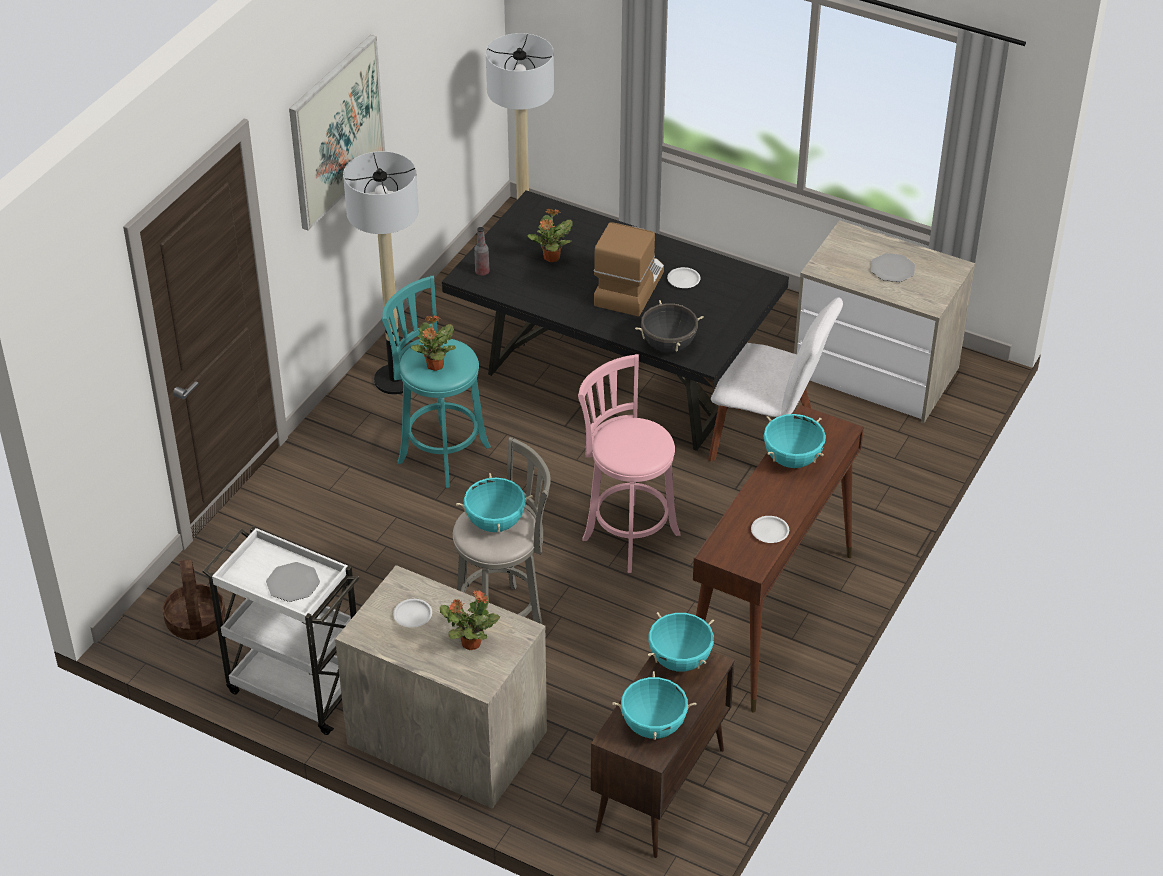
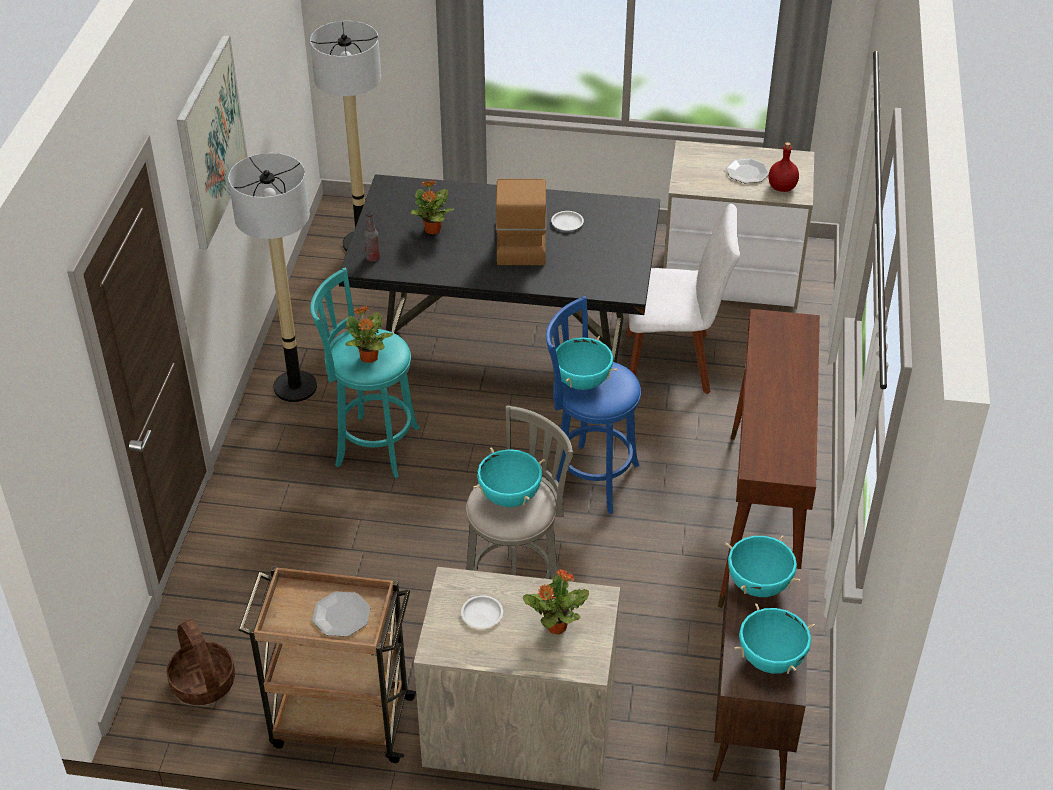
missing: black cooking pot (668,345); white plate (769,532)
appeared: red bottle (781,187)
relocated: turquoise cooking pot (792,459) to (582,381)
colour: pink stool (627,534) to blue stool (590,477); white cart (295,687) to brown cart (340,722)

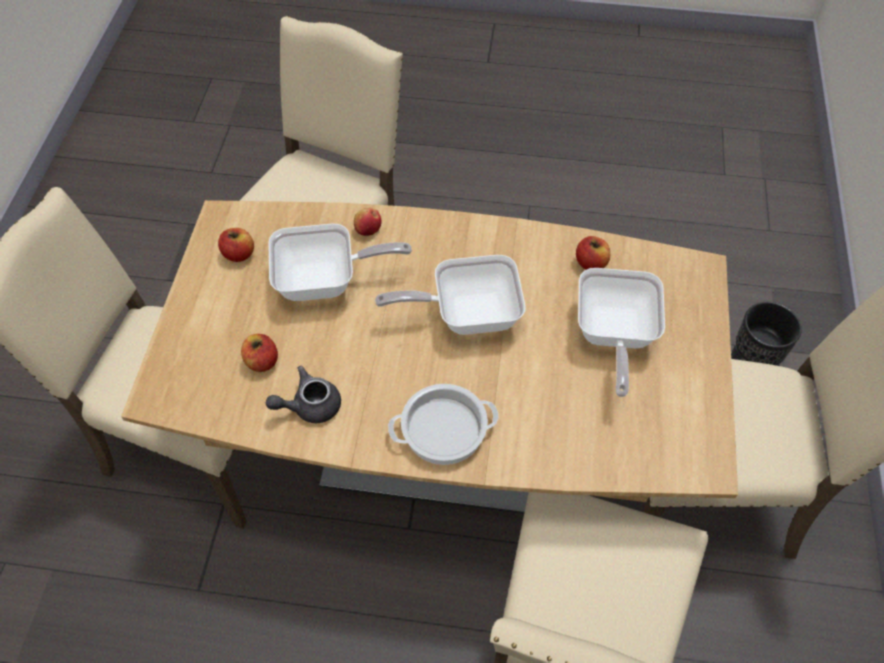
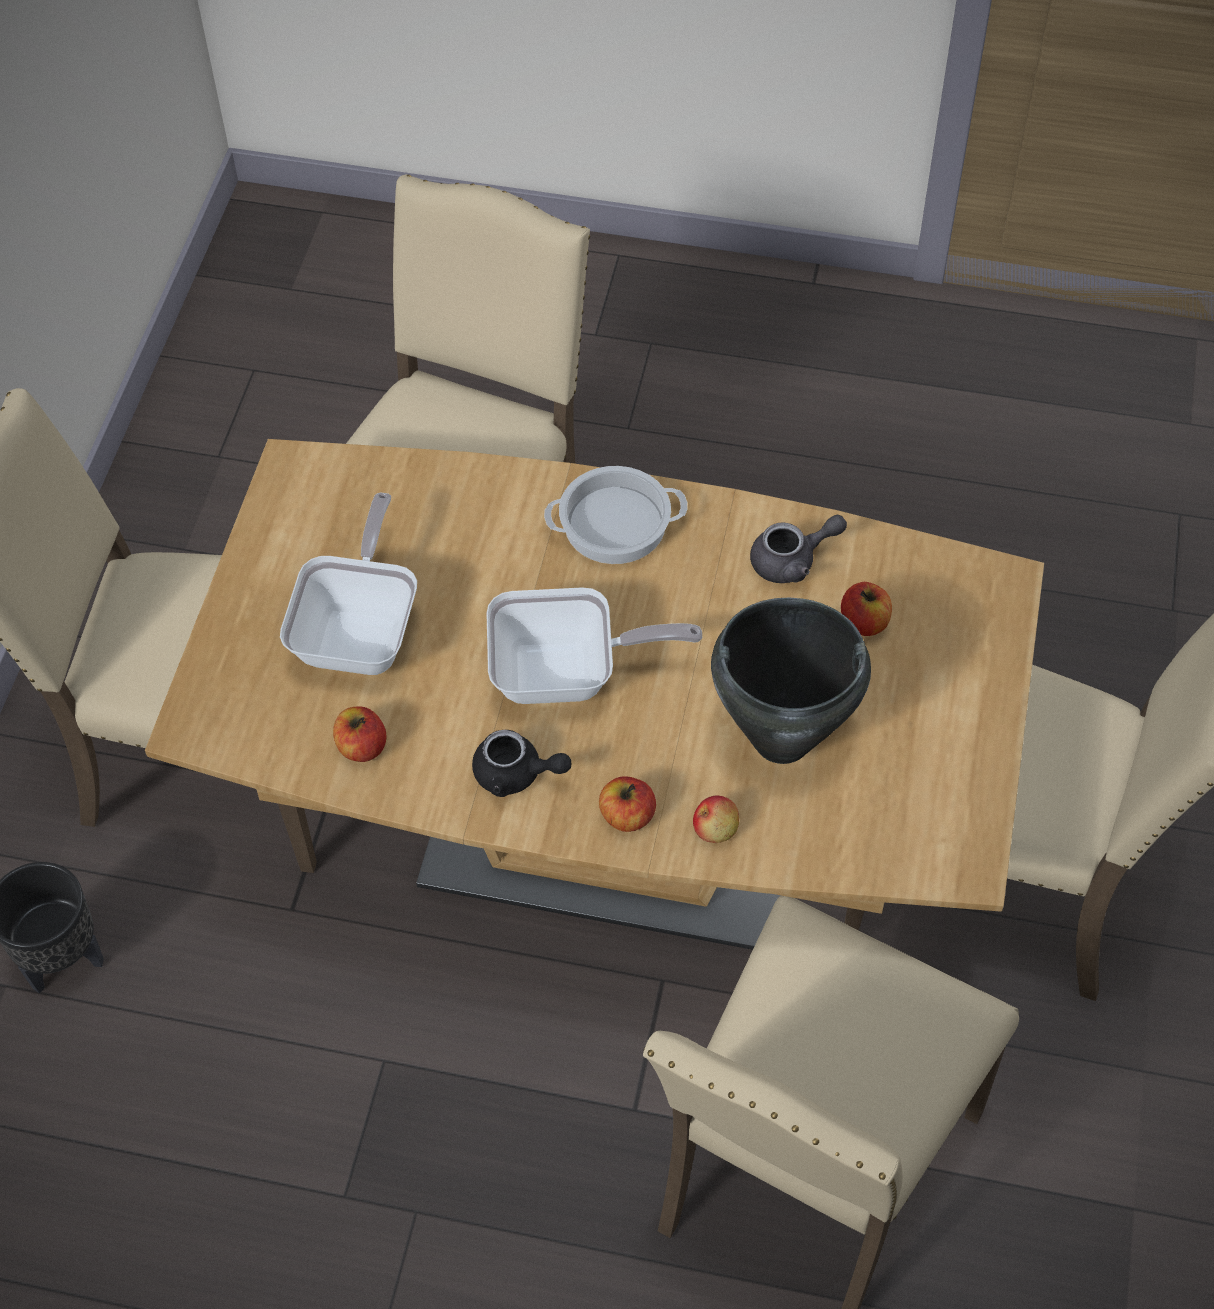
appeared: black teapot (516,775)
relocated: apple (239,254) to (627,816)
exchanged: frying pan (326,282) to black cooking pot (780,738)

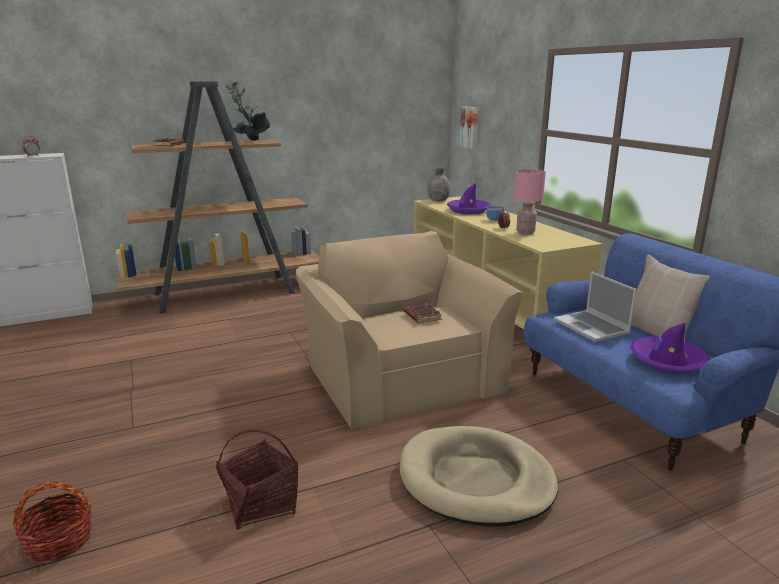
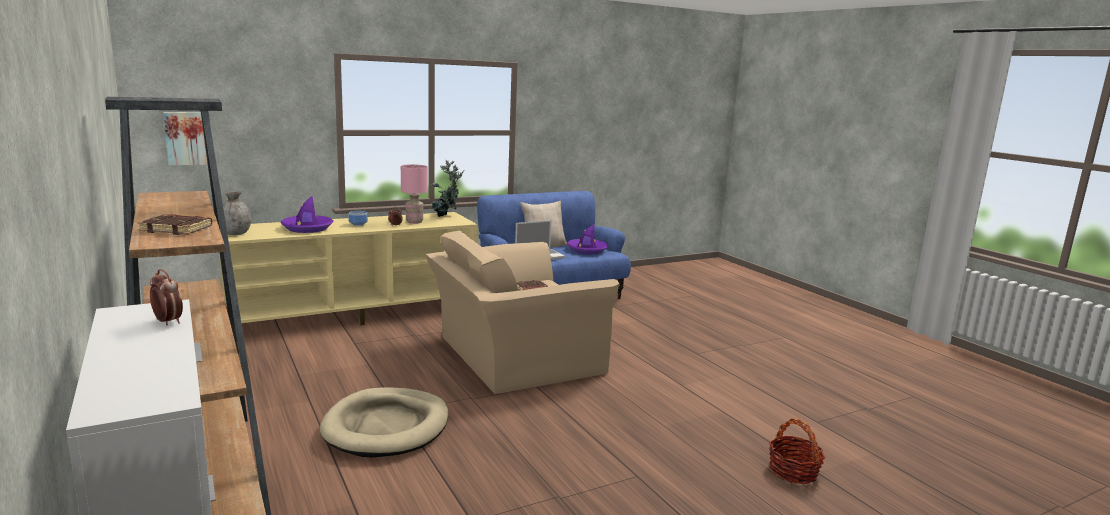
missing: basket (261,504)
relocated: potted plant (250,141) to (446,217); beige dog bed (475,480) to (387,427)

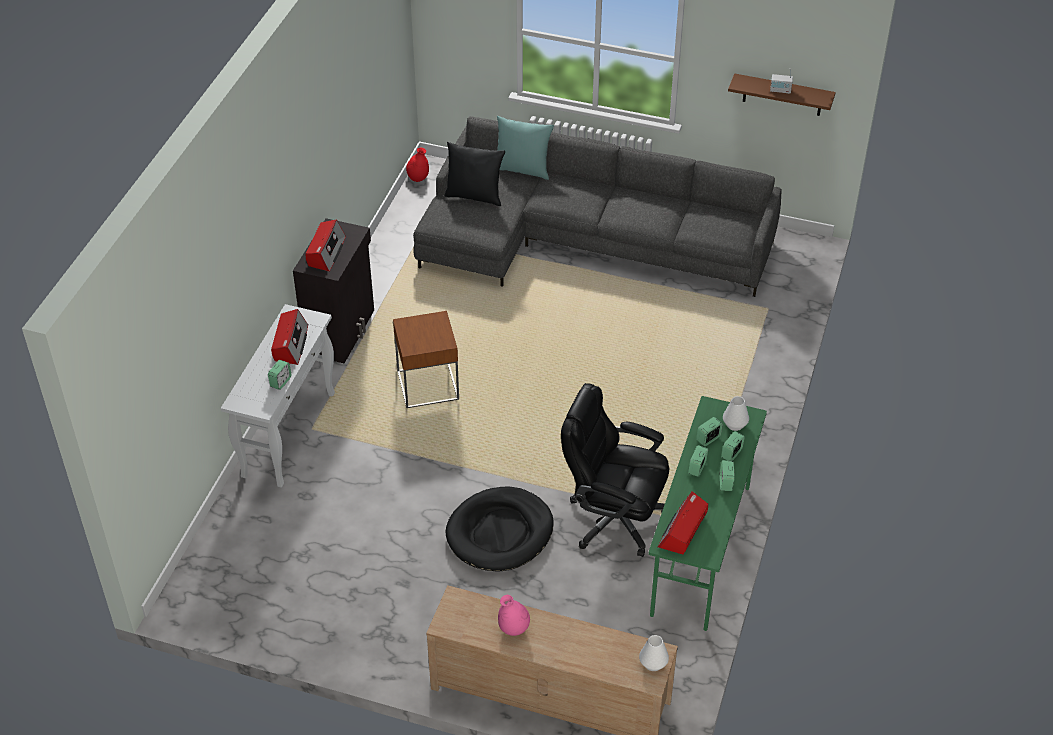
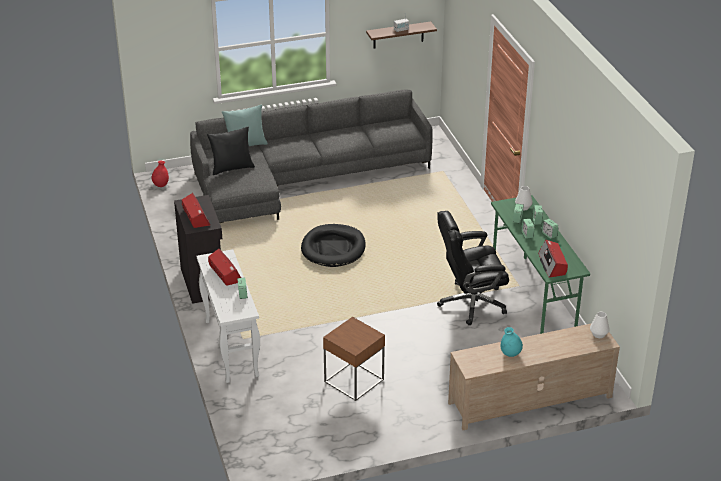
relocated: brown side table (428,385) to (354,380); black dog bed (500,532) to (333,248)
colour: pink vase (513,629) to turquoise vase (510,354)

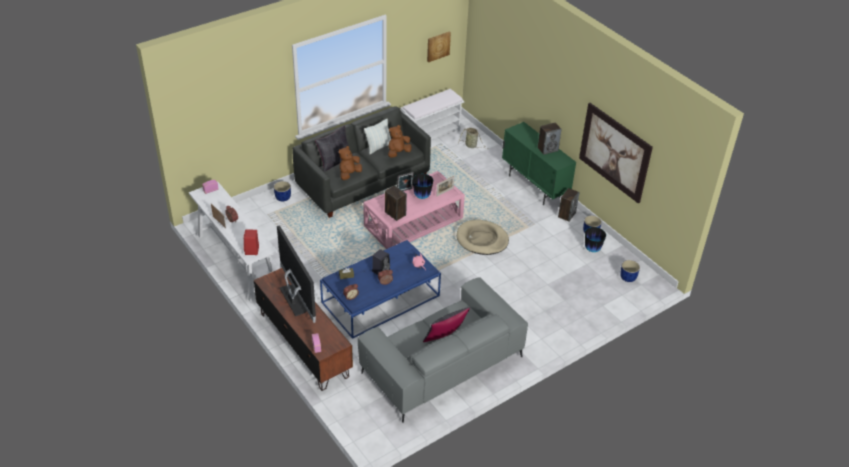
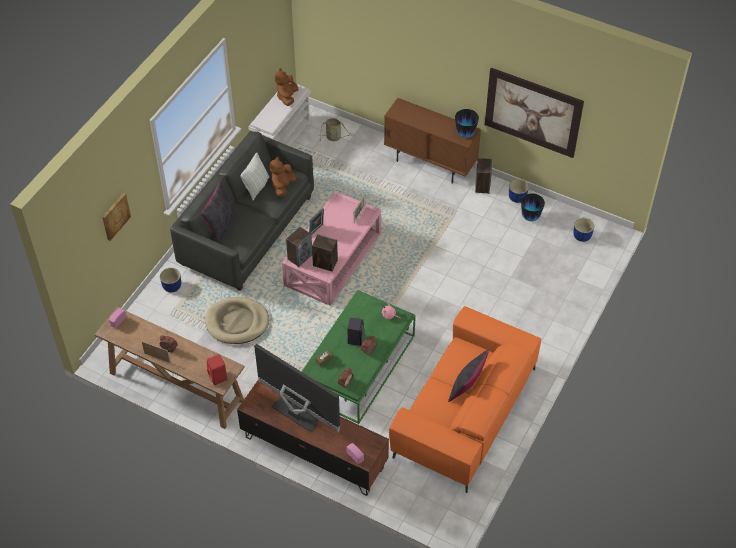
relocated: picture (438,46) to (115,216); speaker (547,149) to (300,257); brown plush toy (349,174) to (287,97); vase (422,196) to (465,134); beige dog bed (482,239) to (237,322)
colour: green cabinet (534,186) to brown cabinet (430,164); white console table (236,261) to brown console table (176,387); blue coffee table (380,299) to green coffee table (358,366); grey sofa (441,364) to orange sofa (464,412)

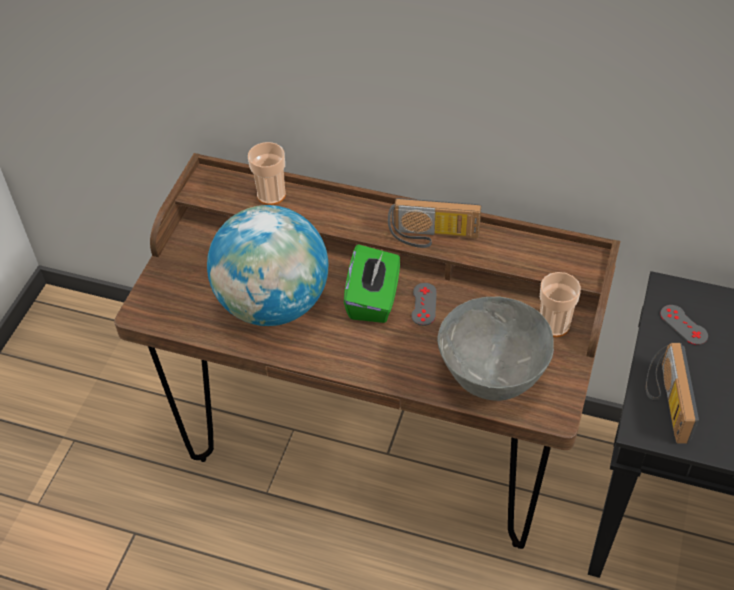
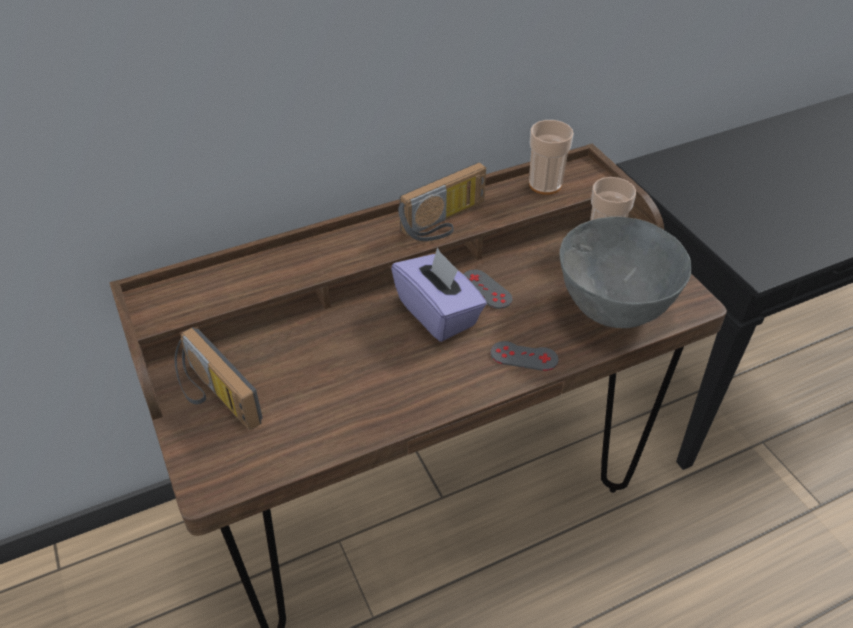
missing: globe (273,304)
relocated: cup (271,195) to (545,184); grey game controller (683,325) to (524,356); radio (665,401) to (213,397)
colour: green tissue box (373,299) to purple tissue box (438,313)

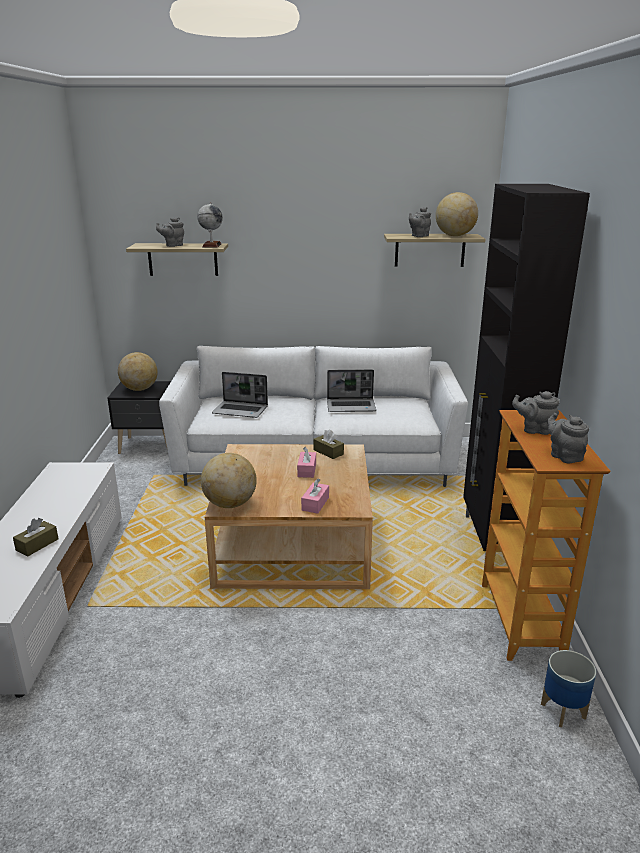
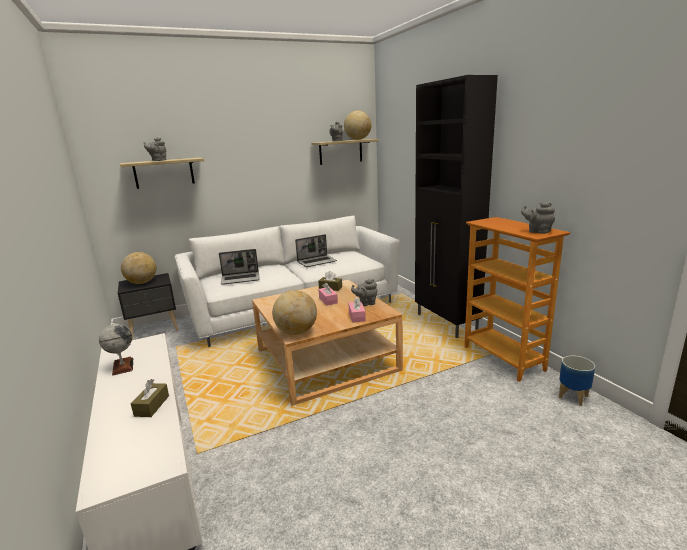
relocated: globe (211,245) to (123,366); grey teapot (534,430) to (366,303)

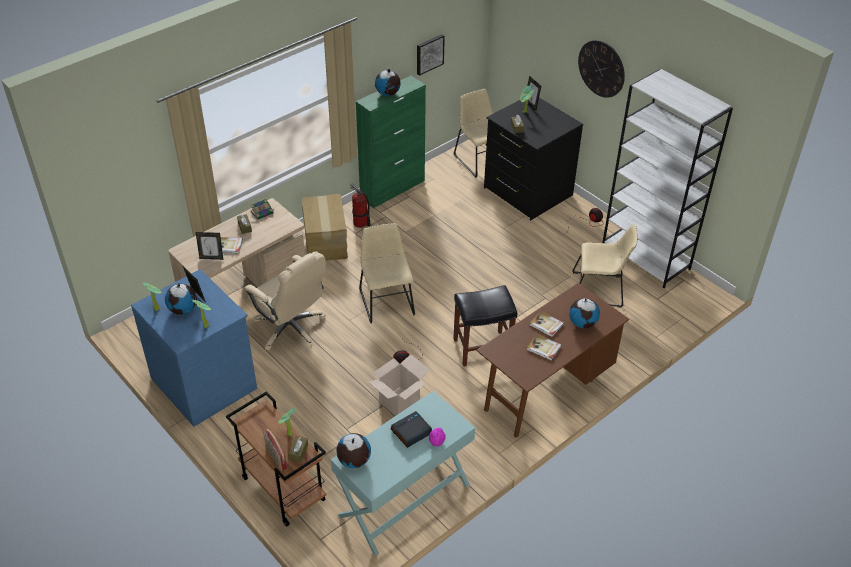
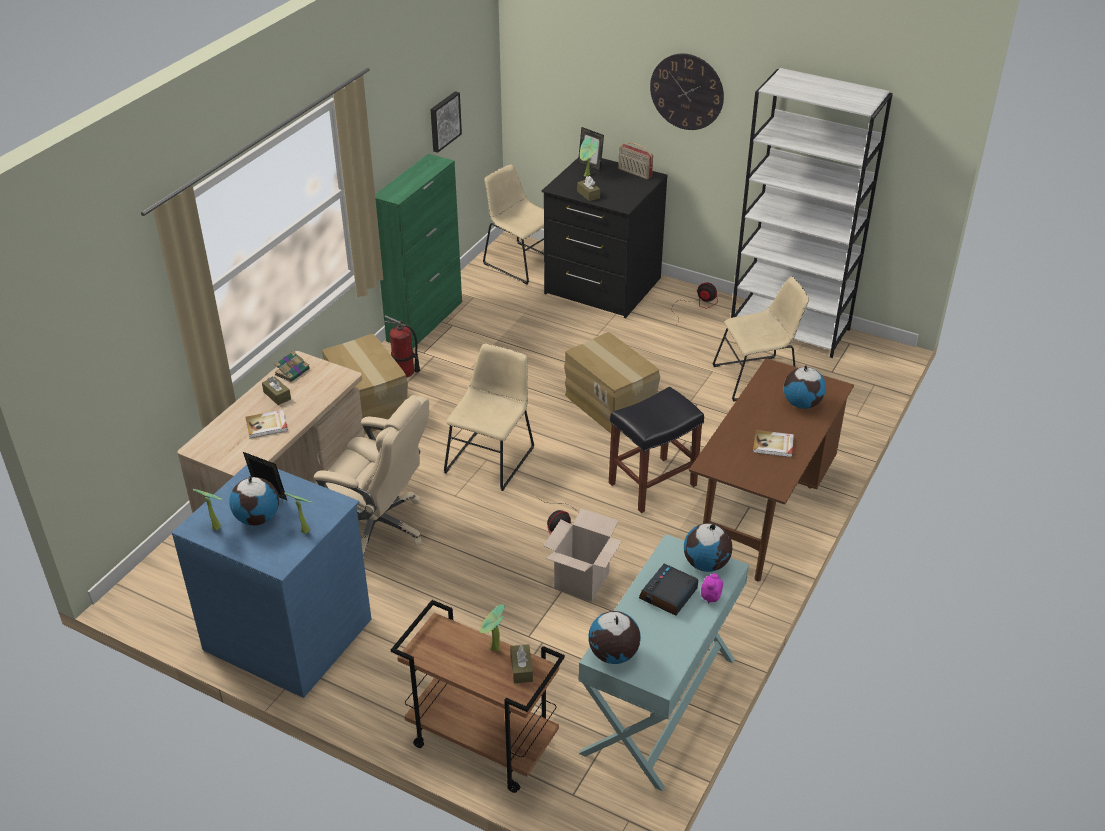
missing: picture frame (211,258); book (546,325)
appeared: cardboard box (611,404)
relocated: globe (388,94) to (706,564); radio (275,457) to (634,173)
spun: beige chair (386,300) = (491,457) 60 degrees clockwise

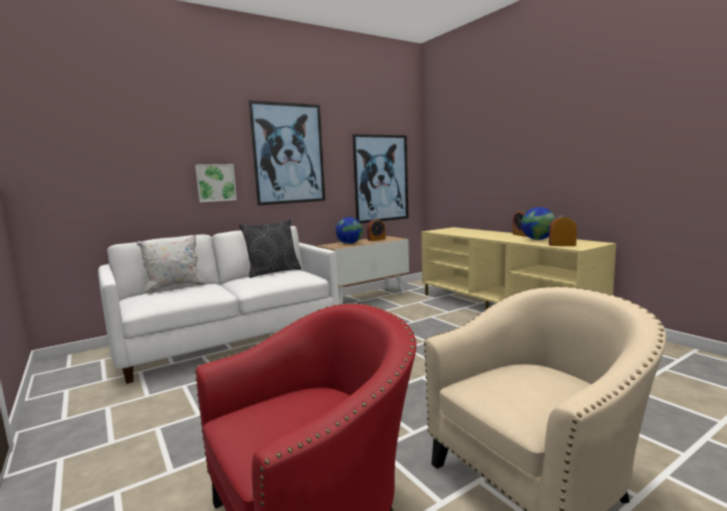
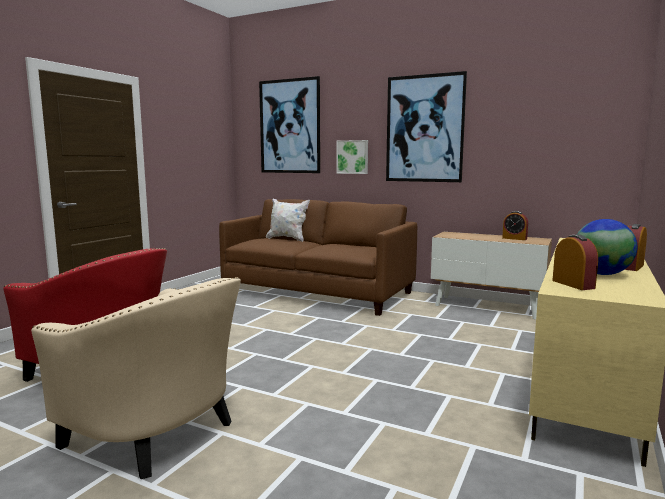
missing: globe (349,243); grey pillow (272,272)
relocated: picture (381,178) to (290,126)
colour: white sofa (230,338) to brown sofa (318,292)

